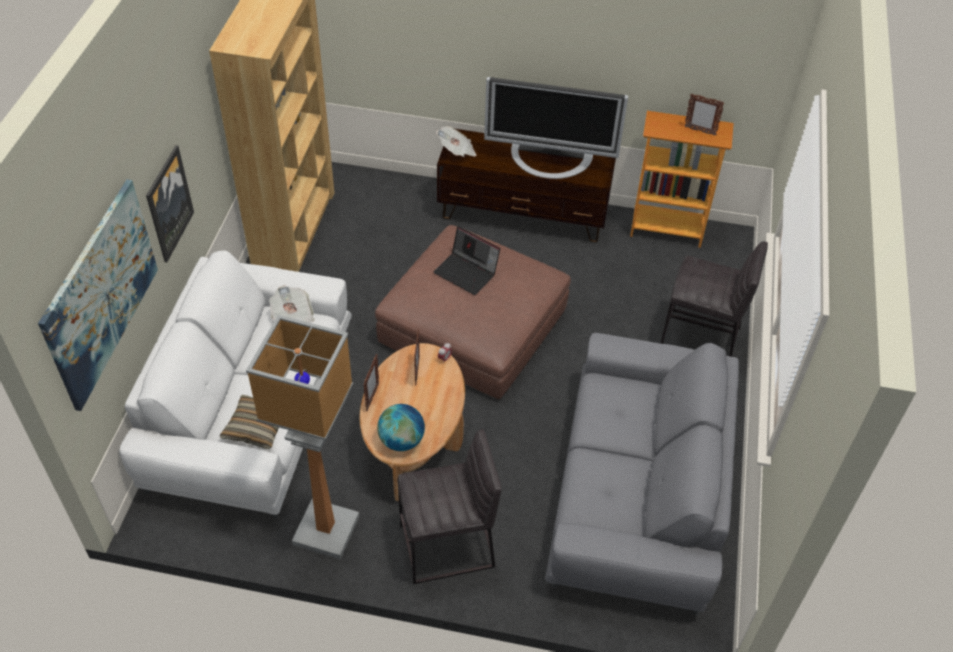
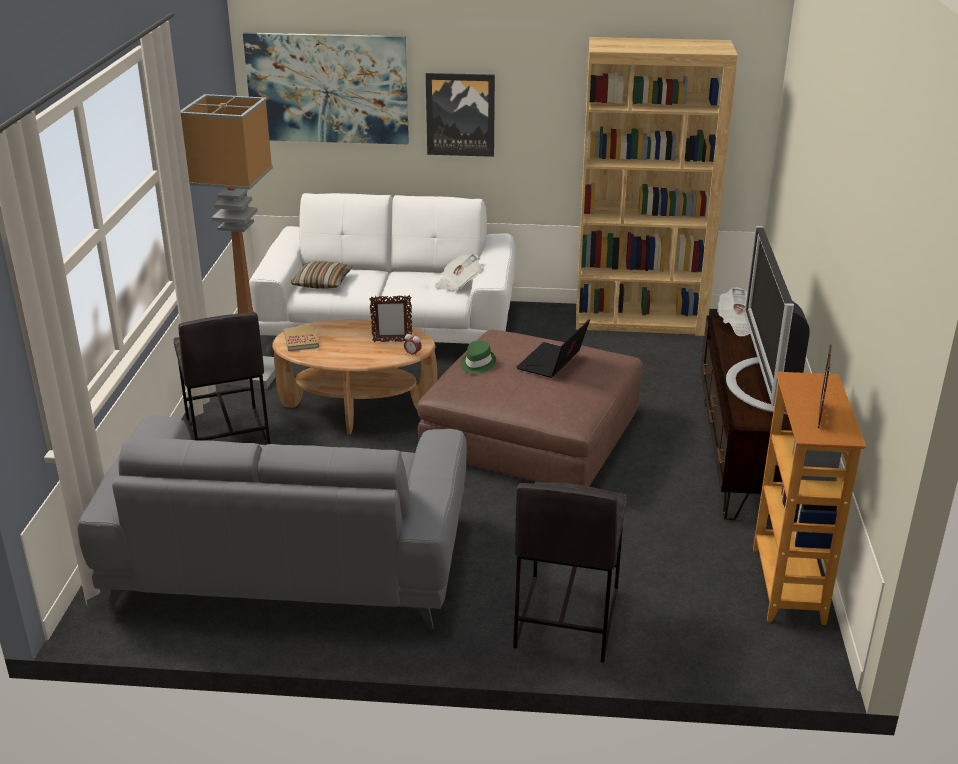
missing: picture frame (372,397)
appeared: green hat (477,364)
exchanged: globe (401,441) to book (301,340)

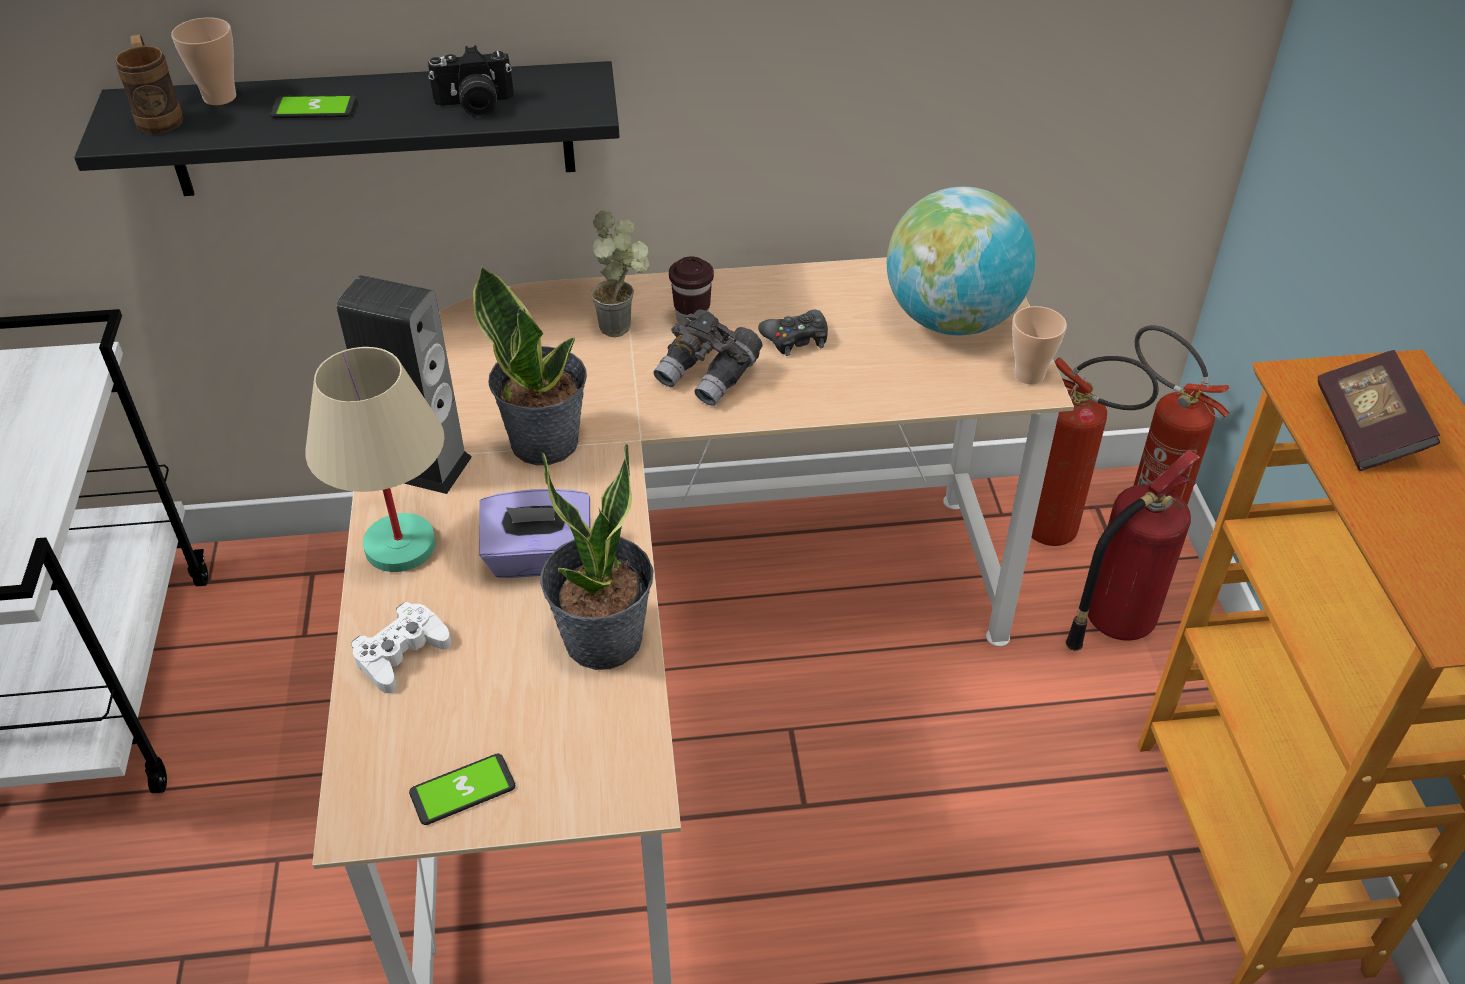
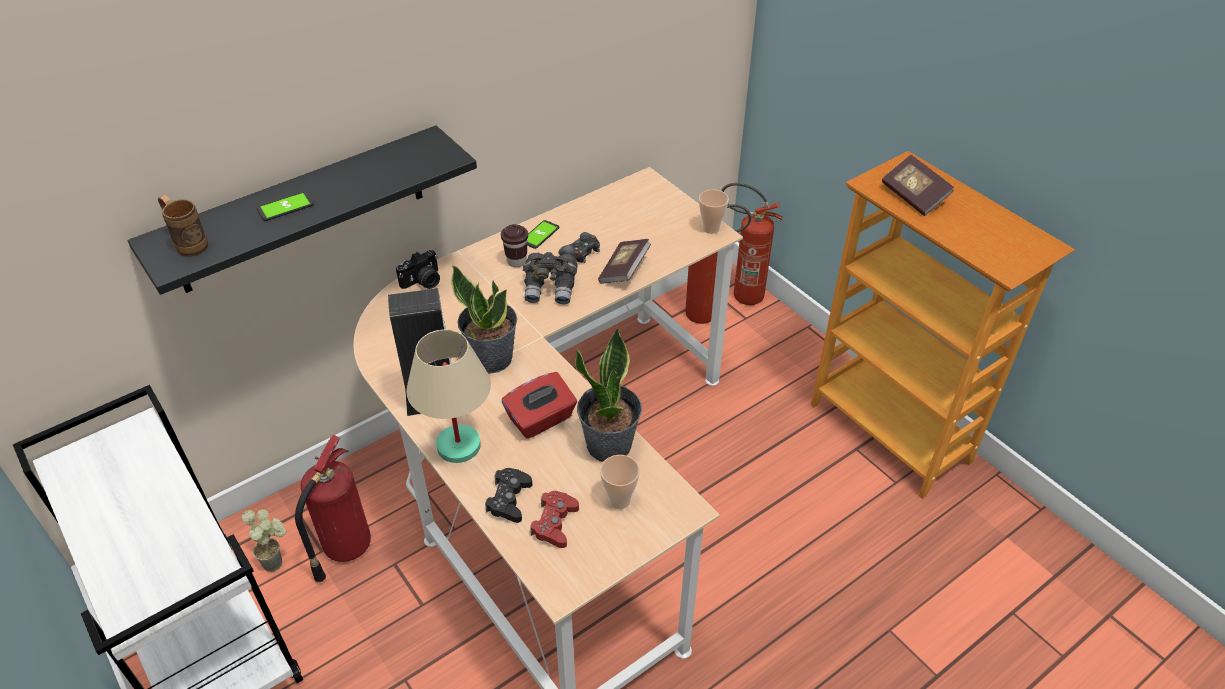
missing: globe (952,320)
appeared: book (624,271); red game controller (555,523)
relocated: cup (220,97) to (619,500); photo camera (474,105) to (423,282); potted plant (625,327) to (278,560); fire extinguisher (1114,621) to (344,548); phone (462,790) to (540,235)
colour: purple tissue box (539,558) to red tissue box (541,419); white game controller (401,654) to black game controller (509,499)

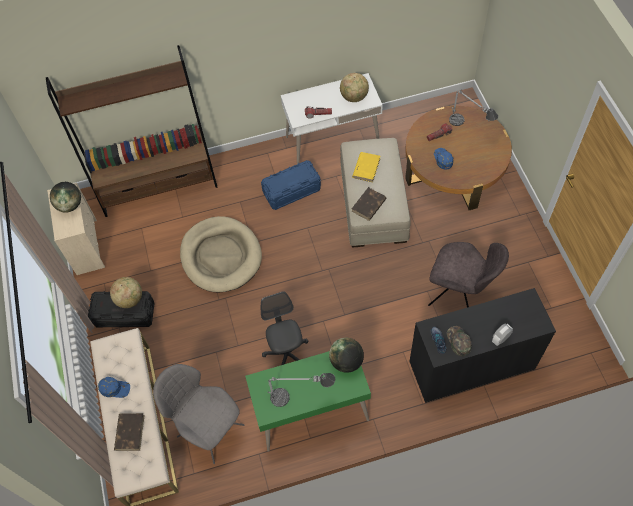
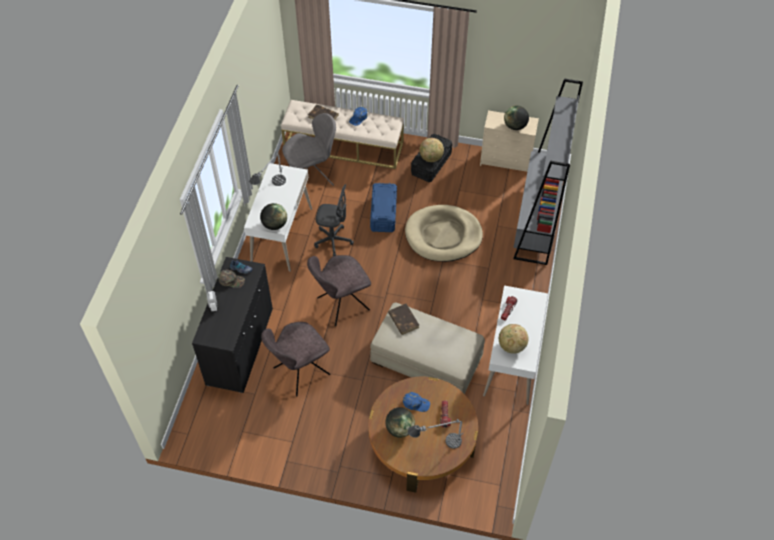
missing: yellow book (366,168)
appeared: grey chair (341,304); globe (399,429)
relocated: blue storage box (291,191) to (383,213)
colour: brown bookcase (159,187) to grey bookcase (536,221); green desk (311,412) to white desk (281,236)

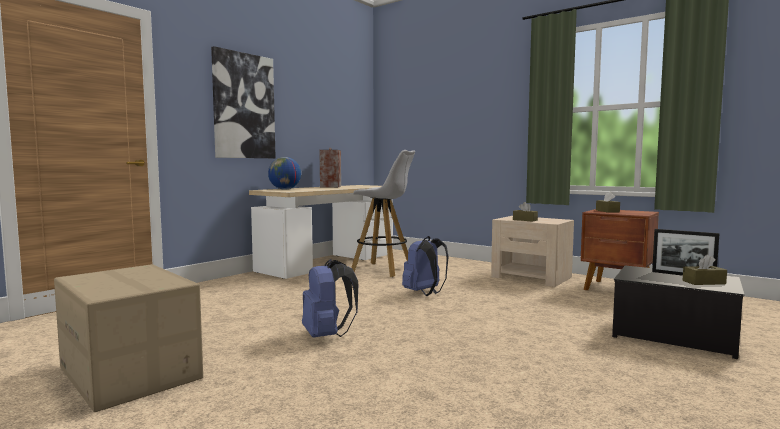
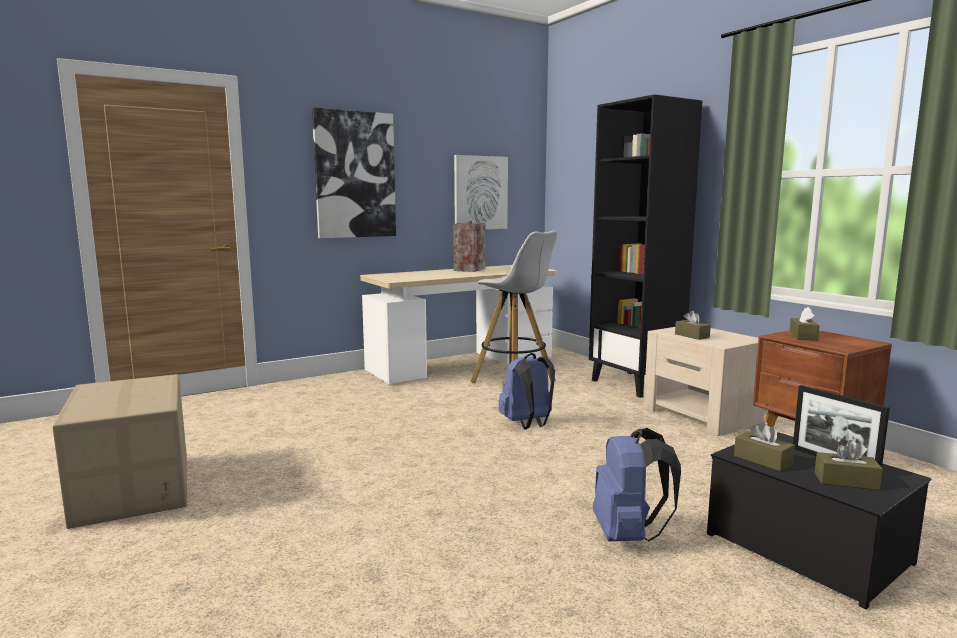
missing: globe (285,189)
appeared: black bookcase (635,384); picture (480,193); brown tissue box (762,460)
relocated: blue backpack (327,335) to (628,535)

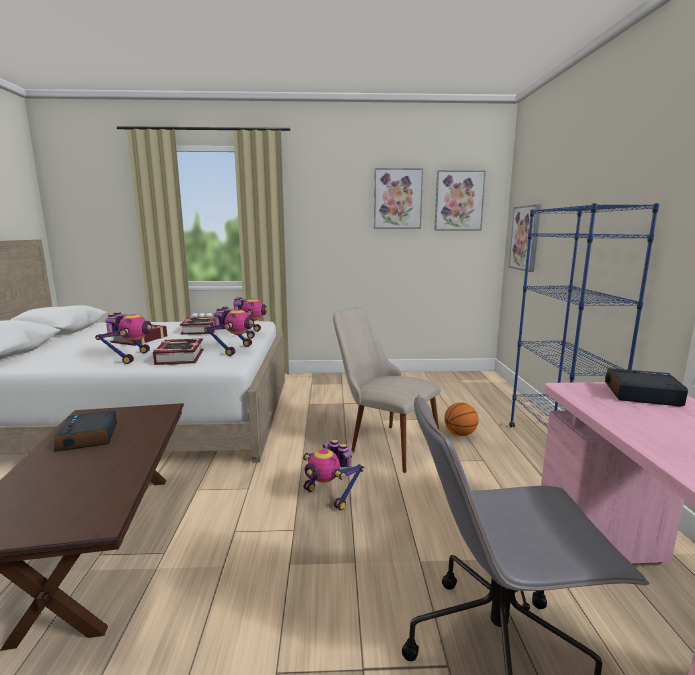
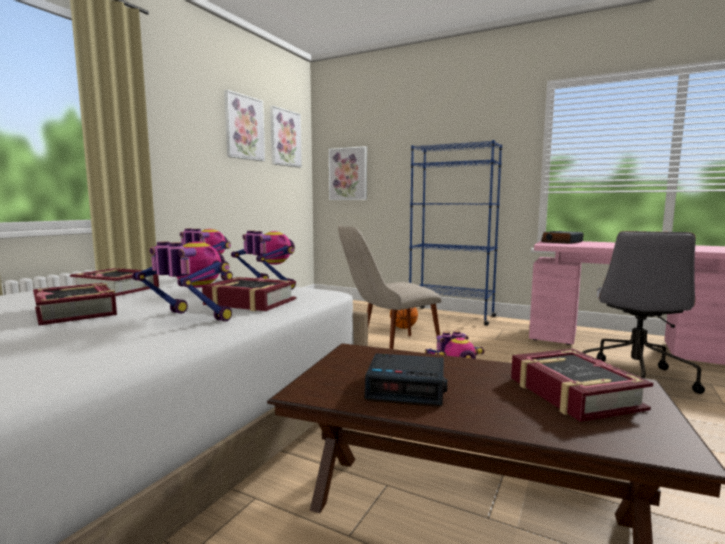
appeared: book (573,393)

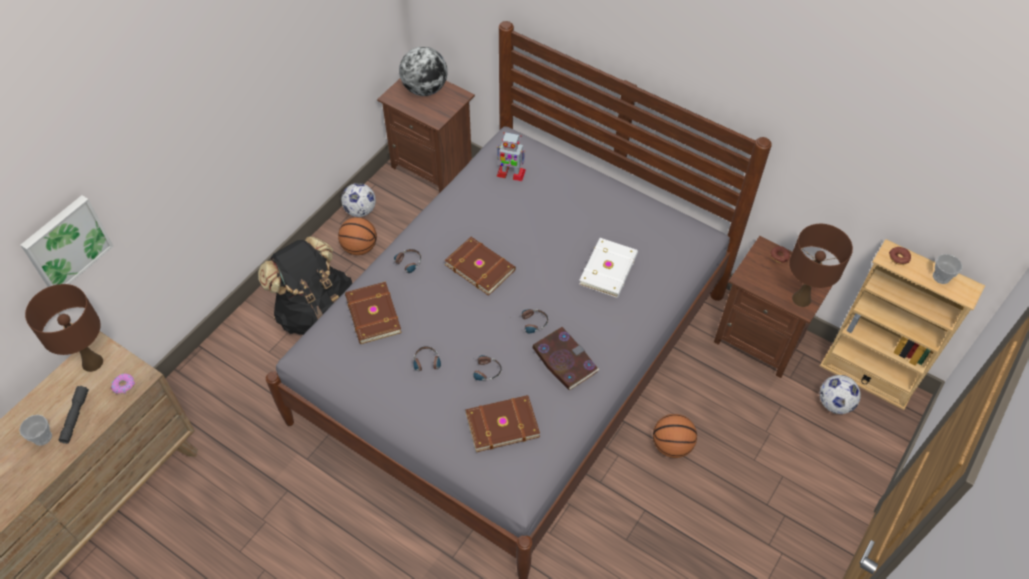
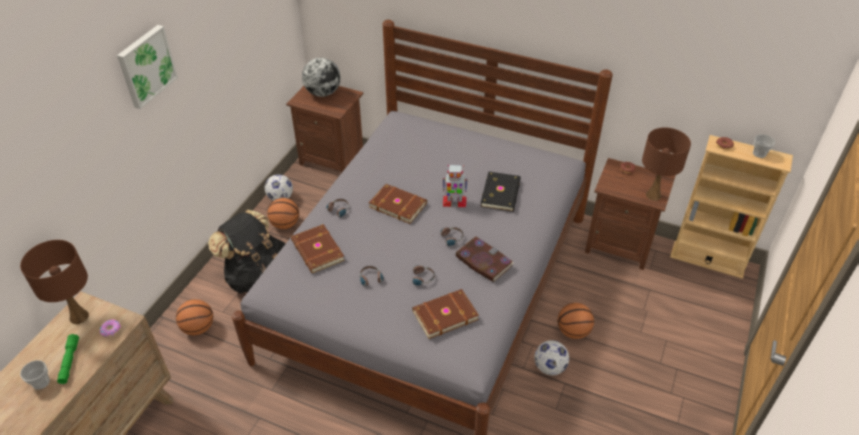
appeared: basketball (198,328)
relocated: toy robot (510,173) to (454,202); picture (65,243) to (146,66); football (834,403) to (549,367)
colour: white book (609,269) to black book (501,193); grey flashlight (75,417) to green flashlight (69,361)

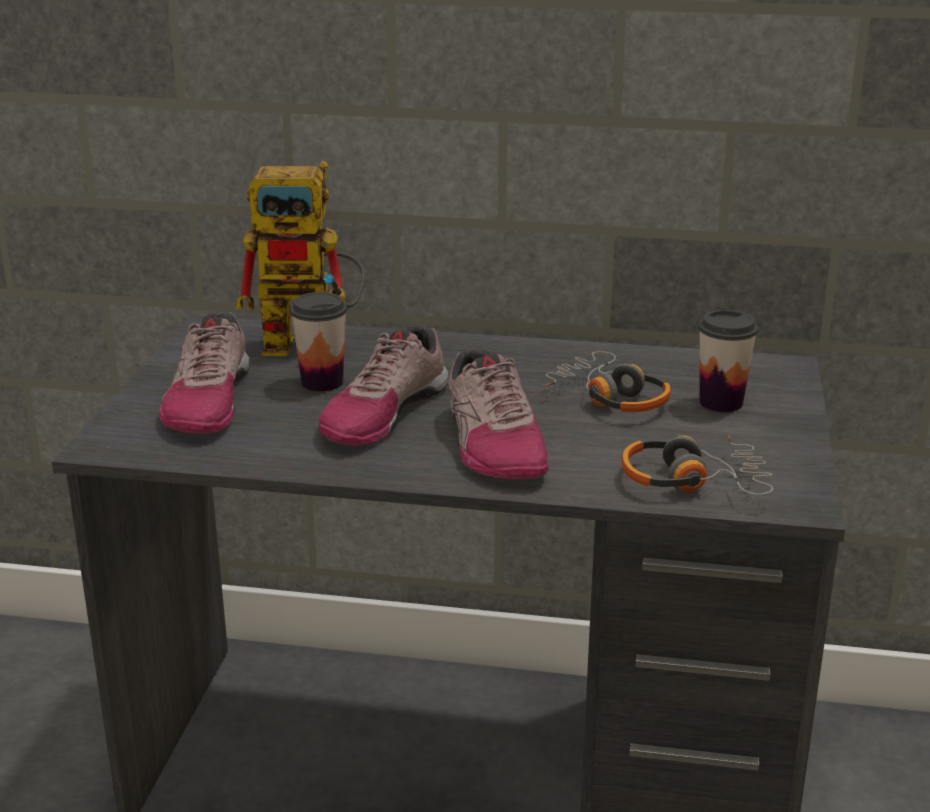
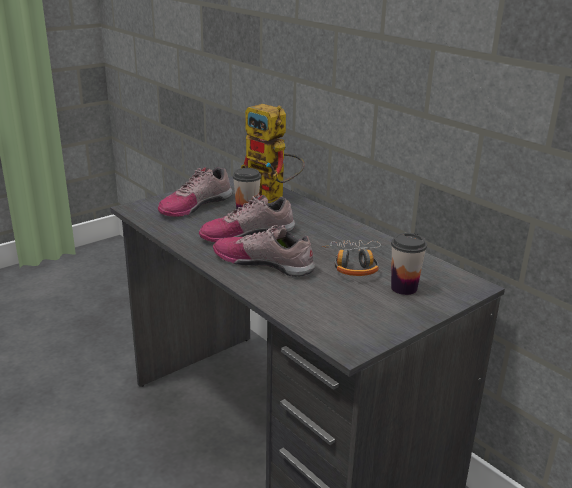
missing: headphones (693,480)
spun: shoe (491,444) = (264,262) 90 degrees clockwise

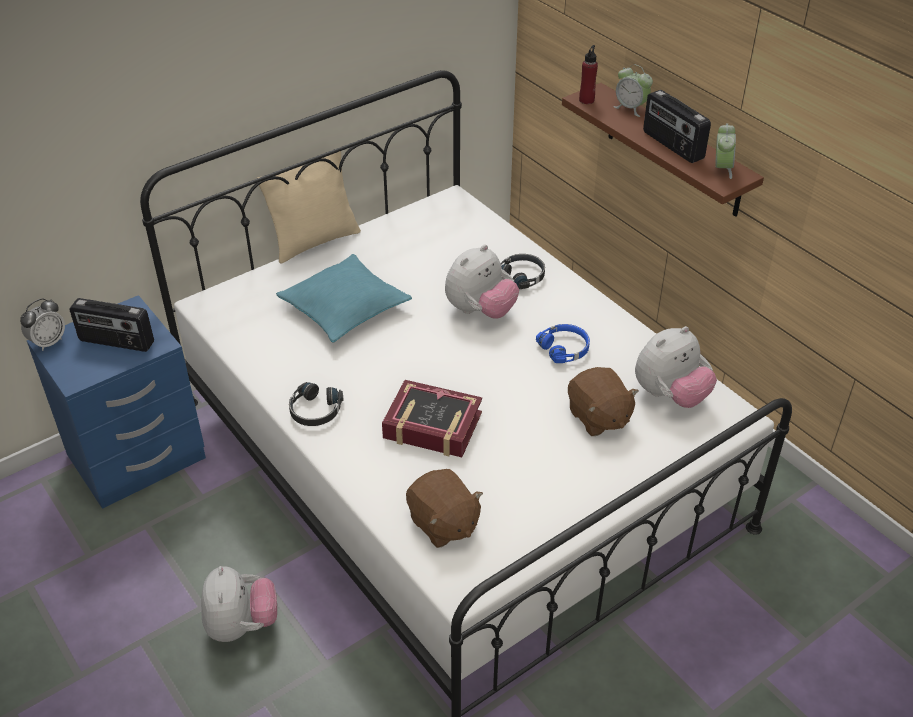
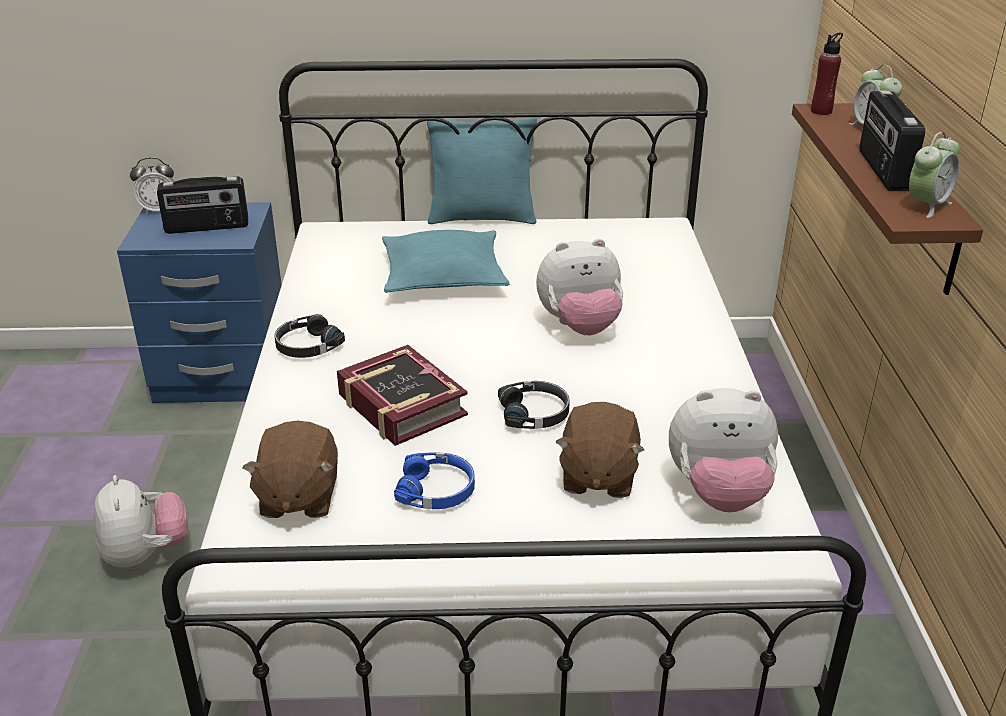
relocated: black headphones (522,276) to (535,413); blue headphones (564,348) to (437,490)
colour: beige pillow (314,241) to turquoise pillow (482,218)
spun: radio (116,342) = (207,227) 60 degrees counterclockwise; plush toy (241,625) = (146,555) 45 degrees counterclockwise

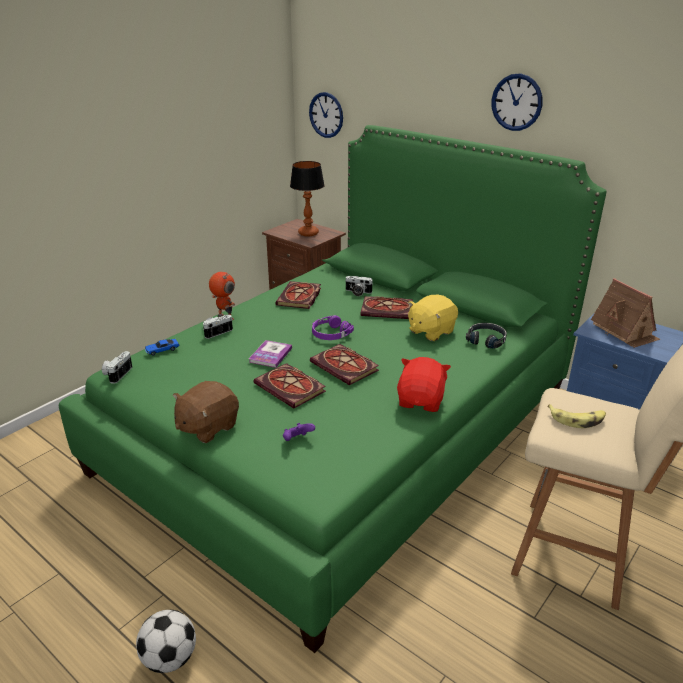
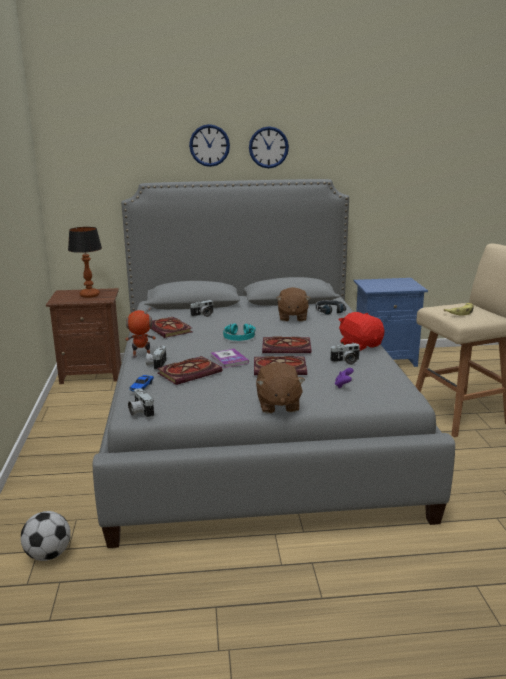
missing: toy house (624,331)
appeared: photo camera (346,361)
relocated: wall clock (326,115) to (209,145); book (388,310) to (190,372); football (170,658) to (48,555)
colour: green bed (341,430) to grey bed (253,424); yellow plush toy (430,331) to brown plush toy (292,317); purple headphones (330,334) to turquoise headphones (239,337)

